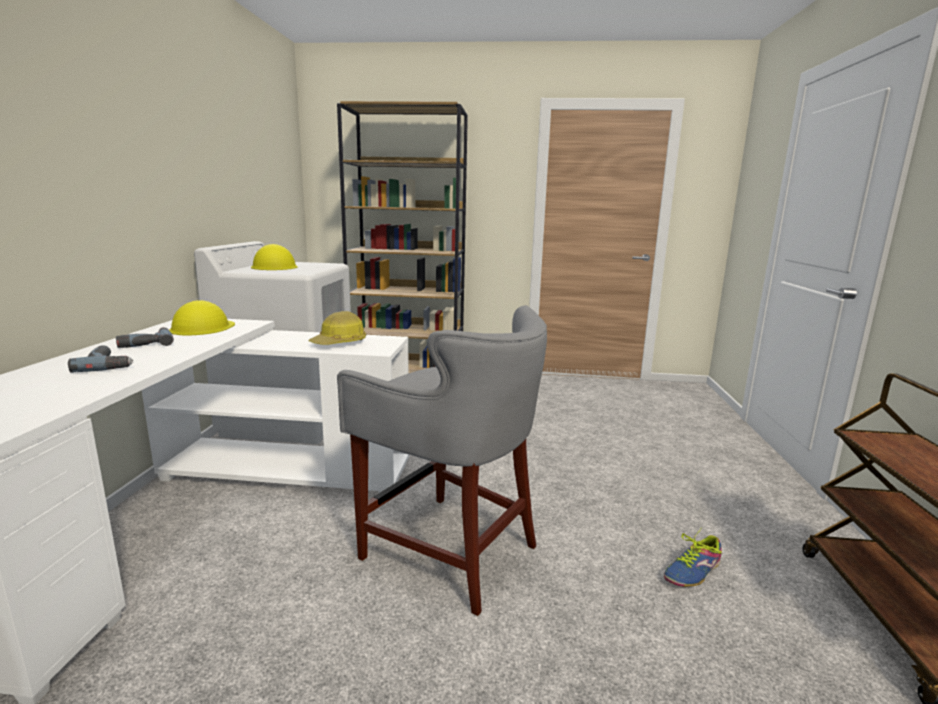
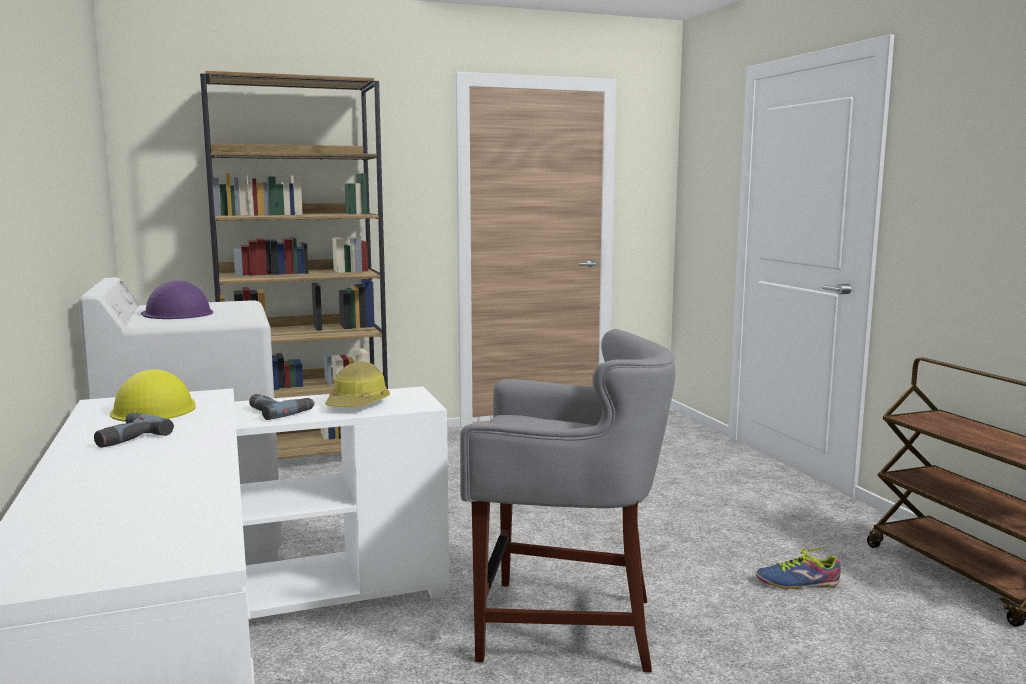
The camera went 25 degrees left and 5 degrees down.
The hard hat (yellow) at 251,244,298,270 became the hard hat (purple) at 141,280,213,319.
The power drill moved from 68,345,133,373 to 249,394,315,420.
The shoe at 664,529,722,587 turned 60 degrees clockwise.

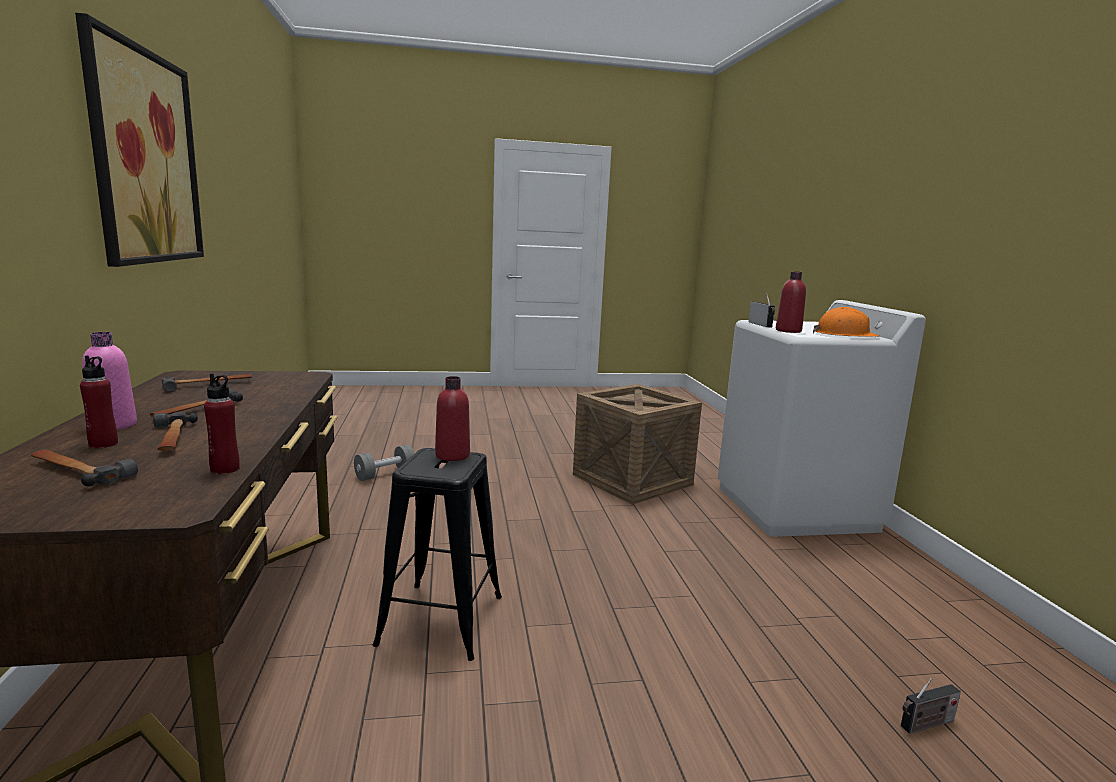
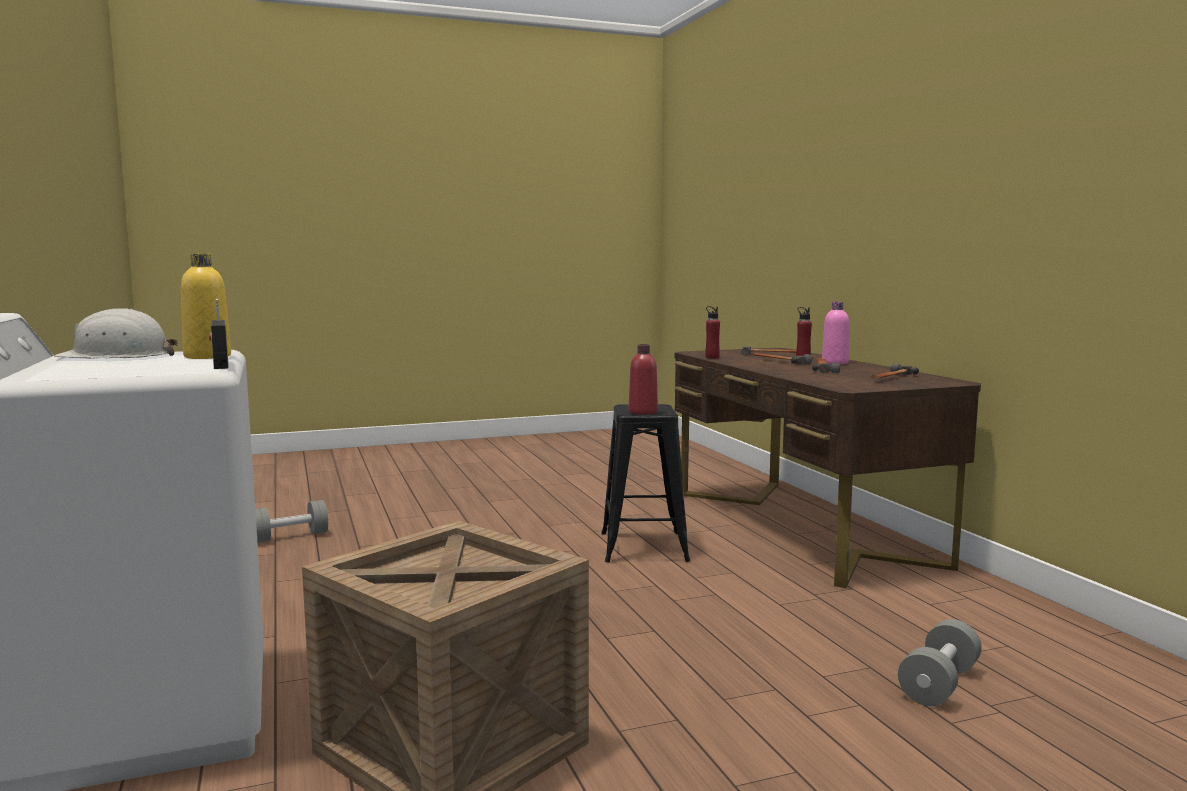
The camera went 170 degrees right and 5 degrees down.
The picture at 75,13,204,267 disappeared.
The bottle (red) at 776,271,806,333 became the bottle (yellow) at 181,253,231,359.
The hard hat (orange) at 813,307,880,337 became the hard hat (white) at 54,308,178,359.
The radio at 901,678,961,734 was replaced by the dumbbell (grey) at 255,500,328,543.

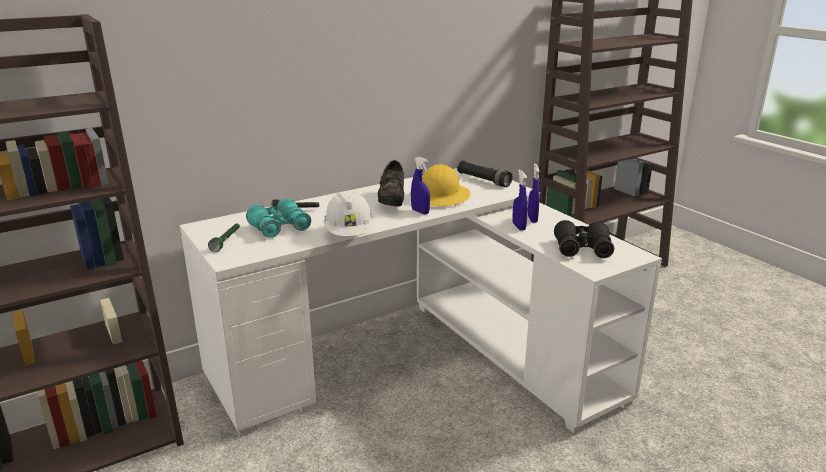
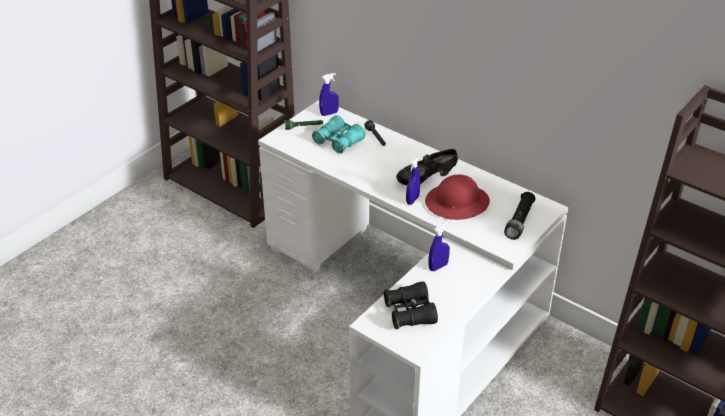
The camera went 70 degrees right and 15 degrees up.
The hard hat (yellow) at 410,164,470,206 became the hard hat (red) at 425,174,490,220.
The spray bottle (blue) moved from 528,164,540,223 to 319,73,339,116.
The hard hat (white) at 323,191,374,236 disappeared.

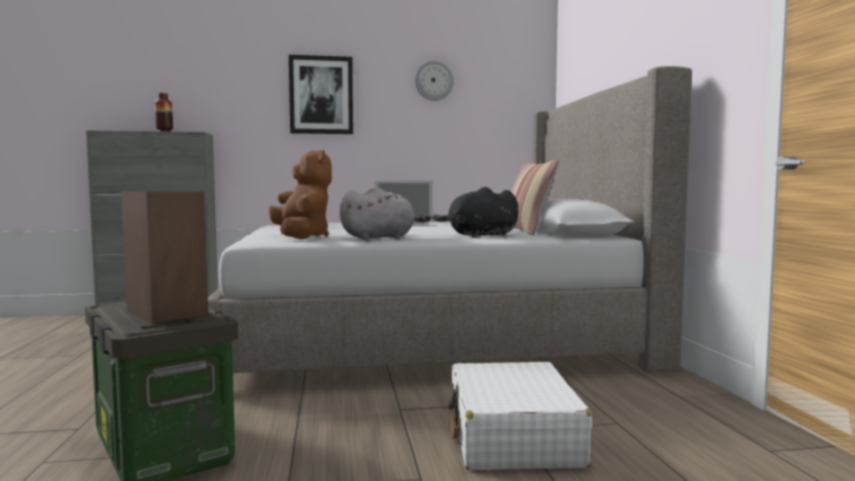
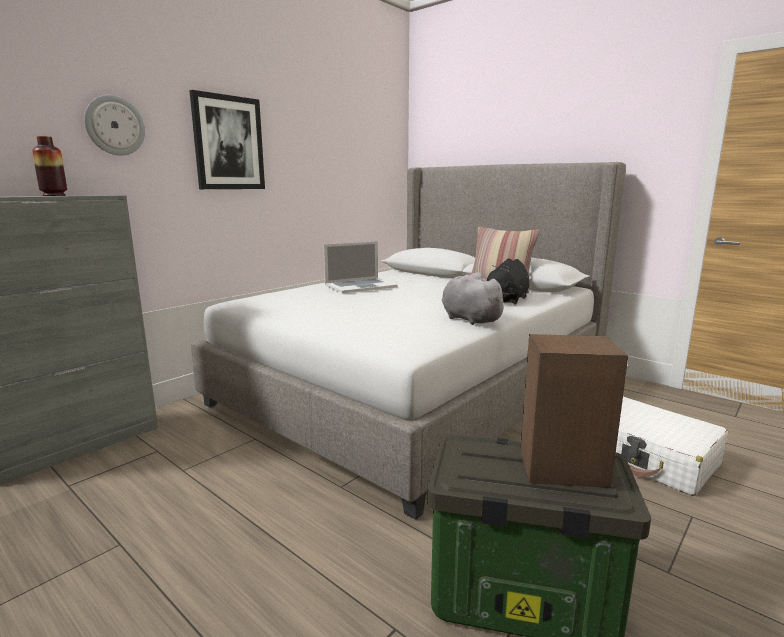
The camera went 40 degrees left and 10 degrees up.
The wall clock moved from 415,60,454,101 to 84,95,145,156.
The plush toy (brown) at 269,150,332,239 disappeared.
The plush toy (grey) at 339,187,431,240 turned 60 degrees counterclockwise.

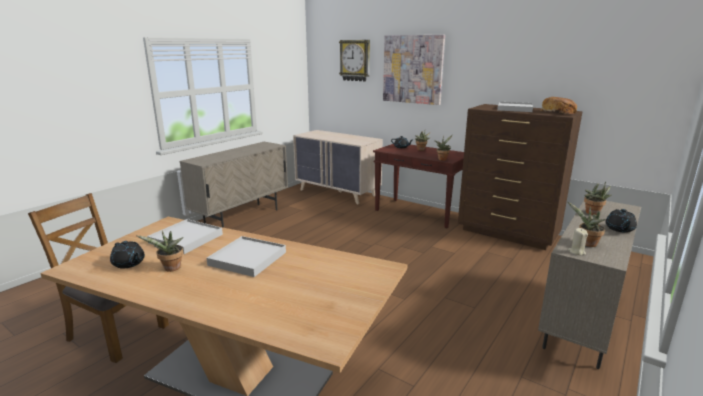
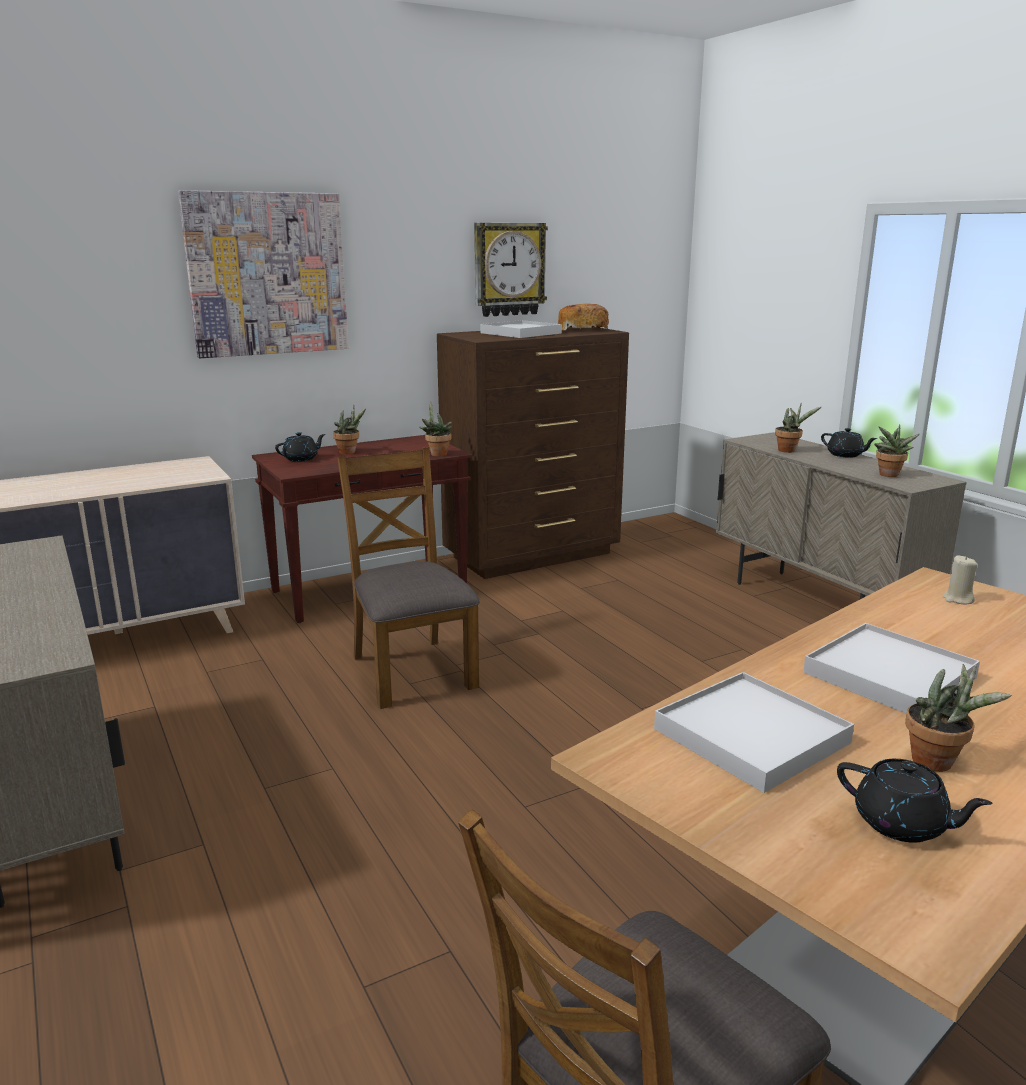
The camera went 65 degrees left and 0 degrees up.
The wall clock moved from 339,40,370,82 to 474,223,548,317.
The candle (beige) moved from 568,228,588,255 to 943,555,978,604.
The teapot (black) at 110,241,145,268 turned 60 degrees clockwise.
The chair (brown) at 337,447,480,709 appeared.

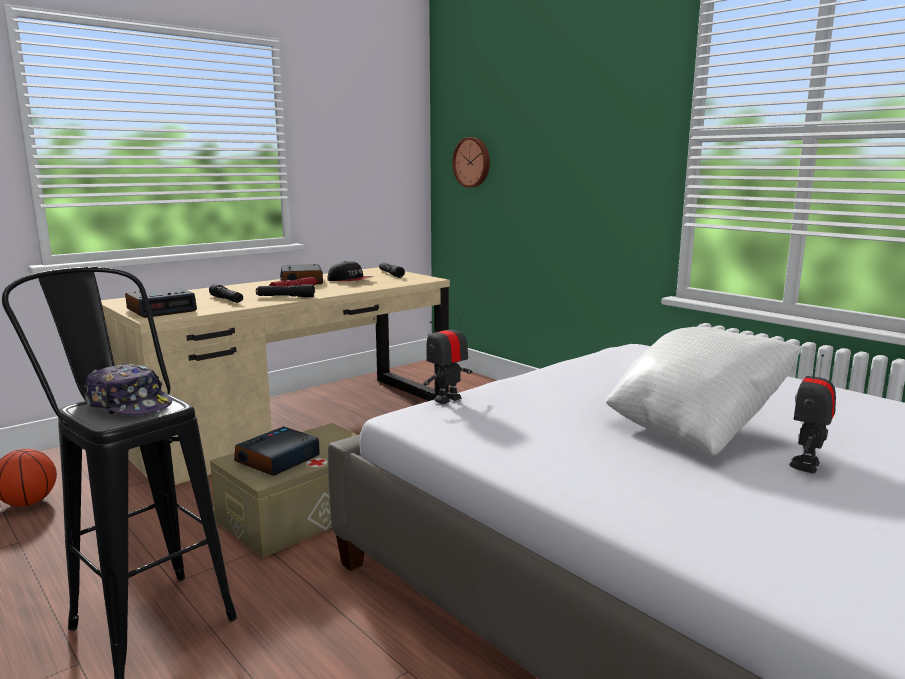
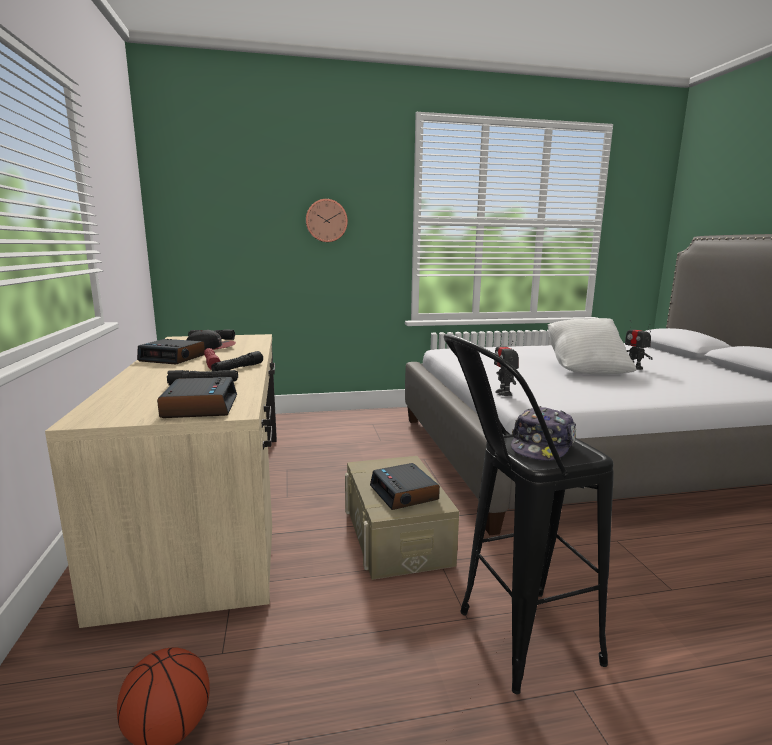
The camera went 60 degrees left and 0 degrees up.
The wall clock moved from 452,137,490,188 to 306,199,348,242.
The cap at 84,363,172,415 turned 150 degrees clockwise.

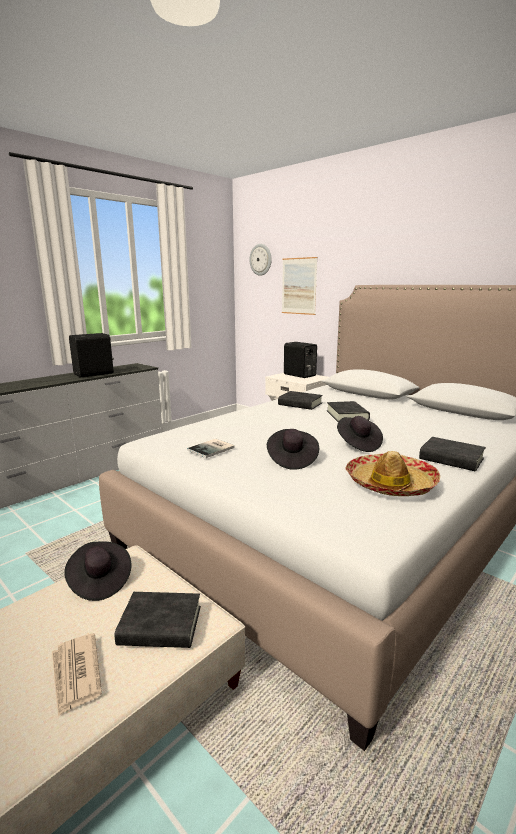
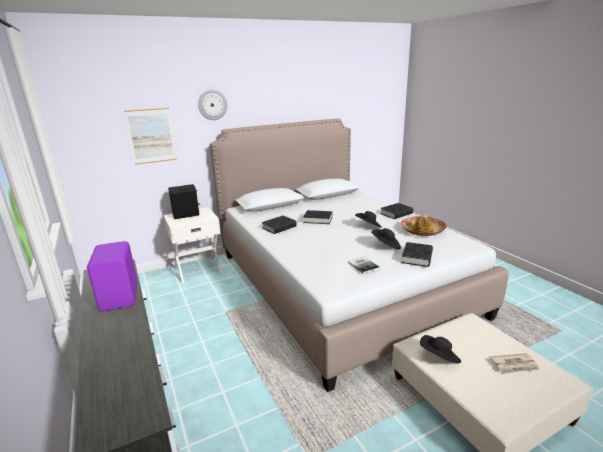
The camera went 70 degrees left and 5 degrees up.
The wall clock moved from 249,244,272,276 to 198,89,227,120.
The speaker (black) at 69,333,114,377 became the speaker (purple) at 87,241,138,312.
The book (black) moved from 115,592,201,648 to 401,242,433,267.

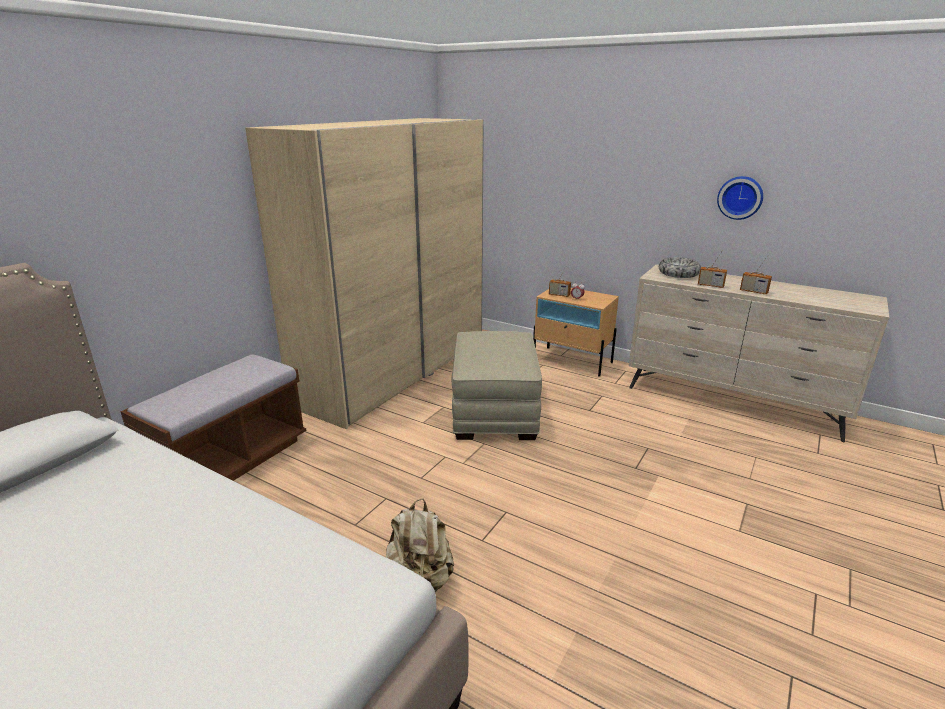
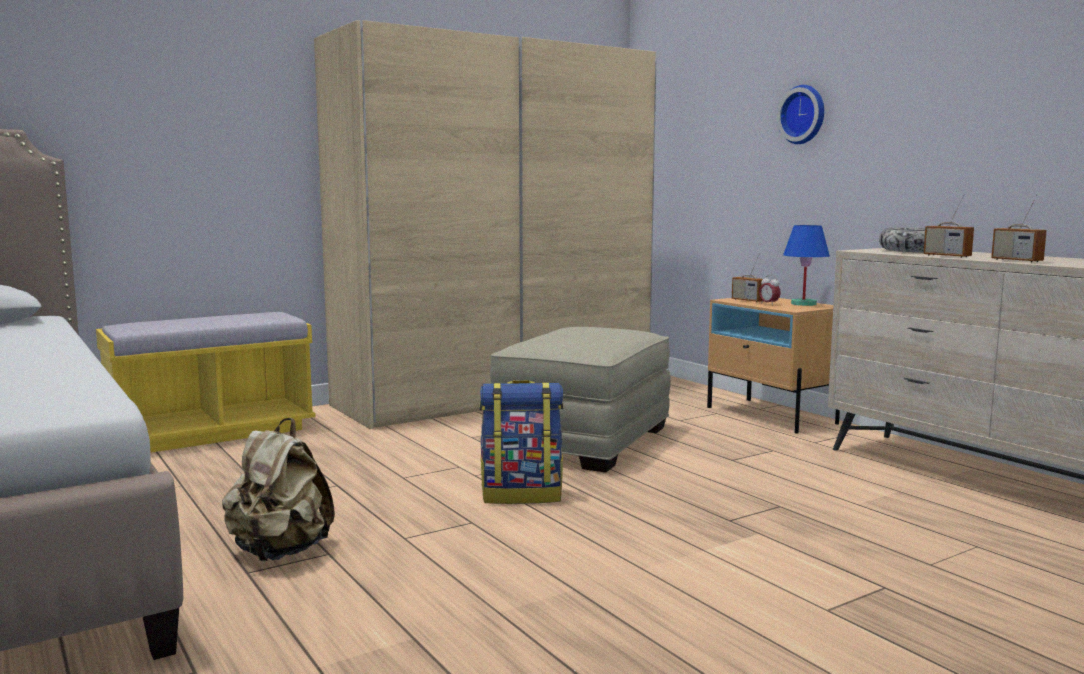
The camera went 25 degrees right and 15 degrees down.
The wall clock moved from 717,176,763,220 to 777,85,824,144.
The bench (brown) at 120,354,307,481 became the bench (yellow) at 96,312,316,453.
The table lamp (blue) at 783,225,830,306 appeared.
The backpack at 479,380,563,504 appeared.

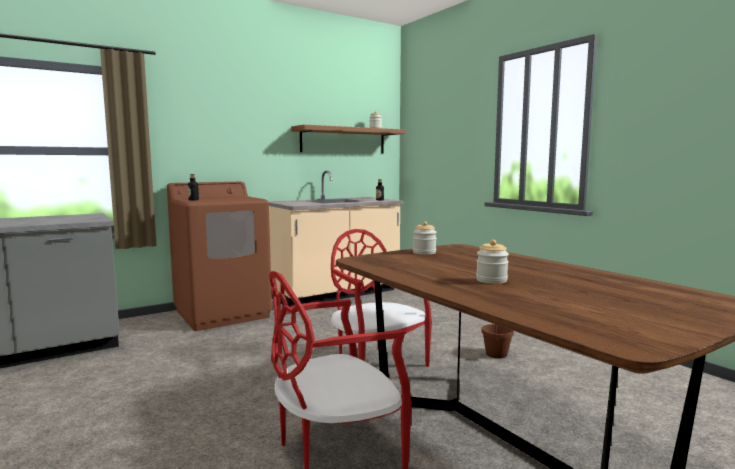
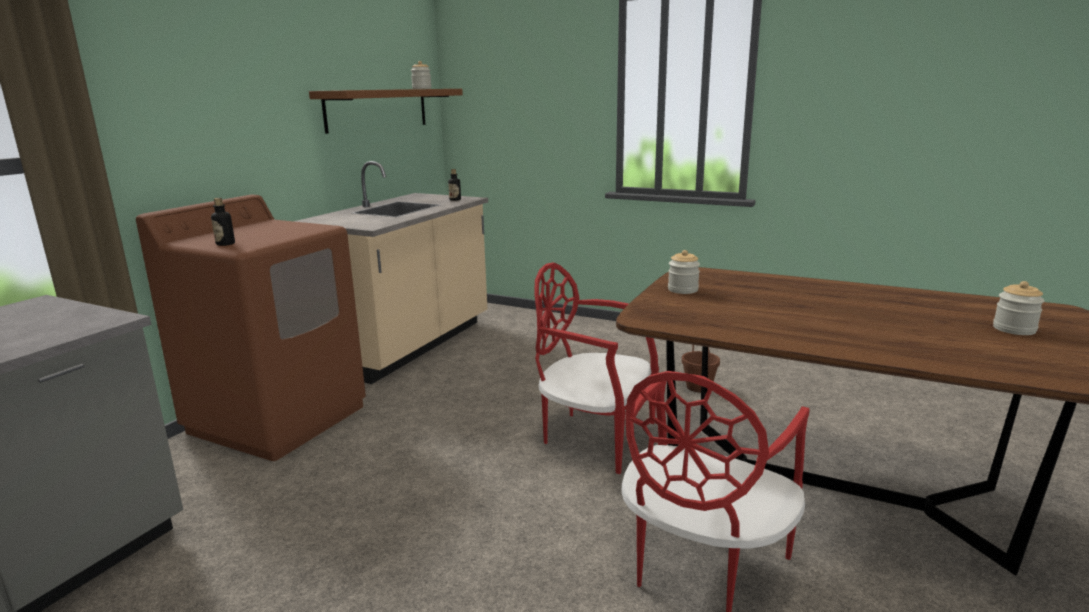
The camera went 30 degrees left and 10 degrees up.
The jar moved from 476,240,509,284 to 993,281,1044,335.

